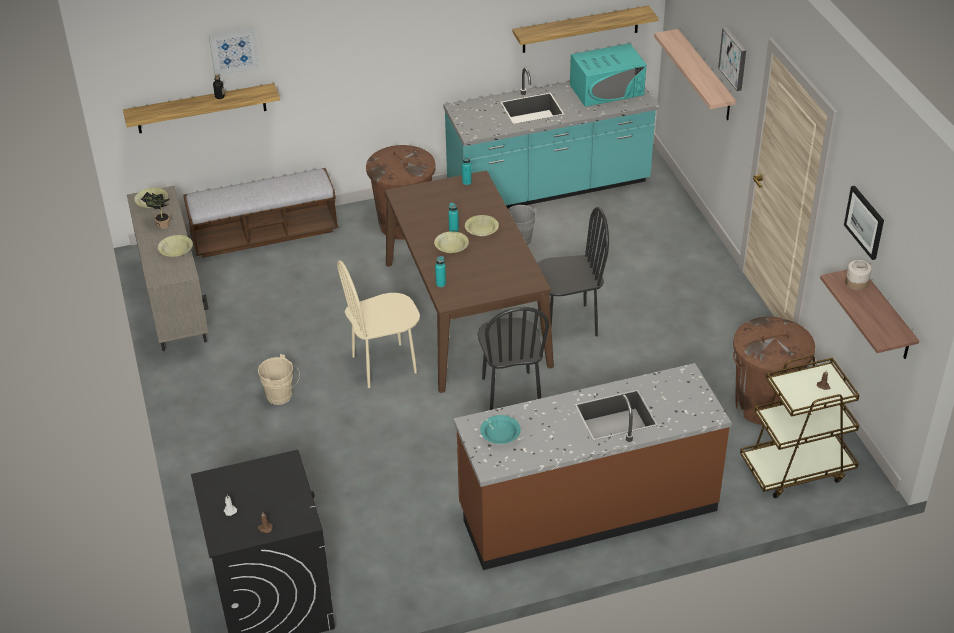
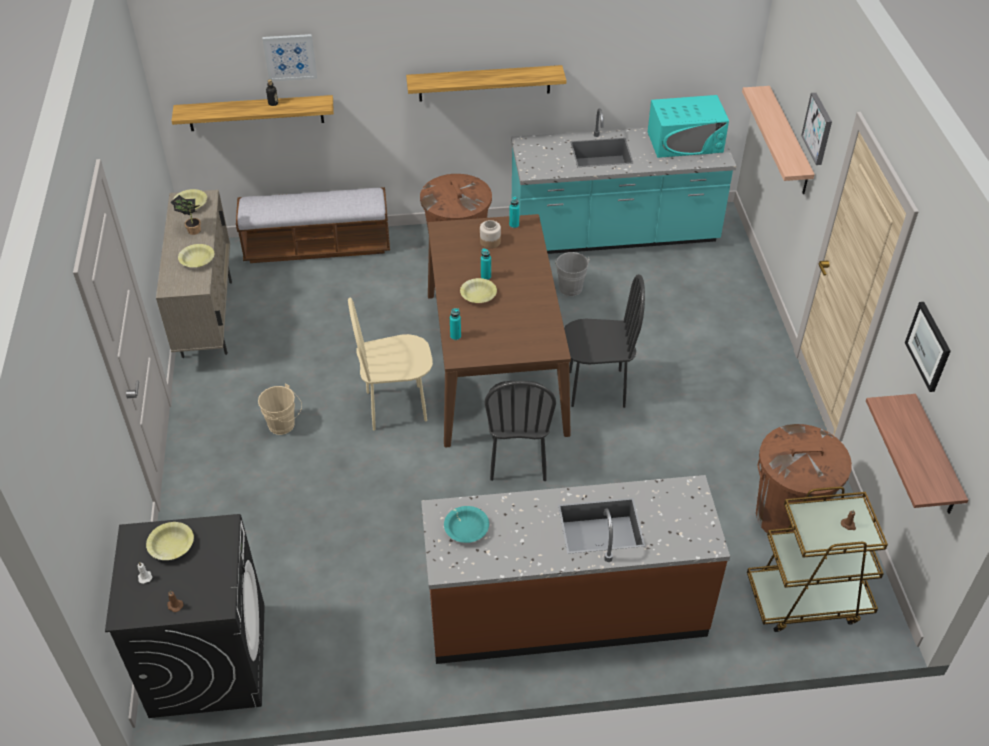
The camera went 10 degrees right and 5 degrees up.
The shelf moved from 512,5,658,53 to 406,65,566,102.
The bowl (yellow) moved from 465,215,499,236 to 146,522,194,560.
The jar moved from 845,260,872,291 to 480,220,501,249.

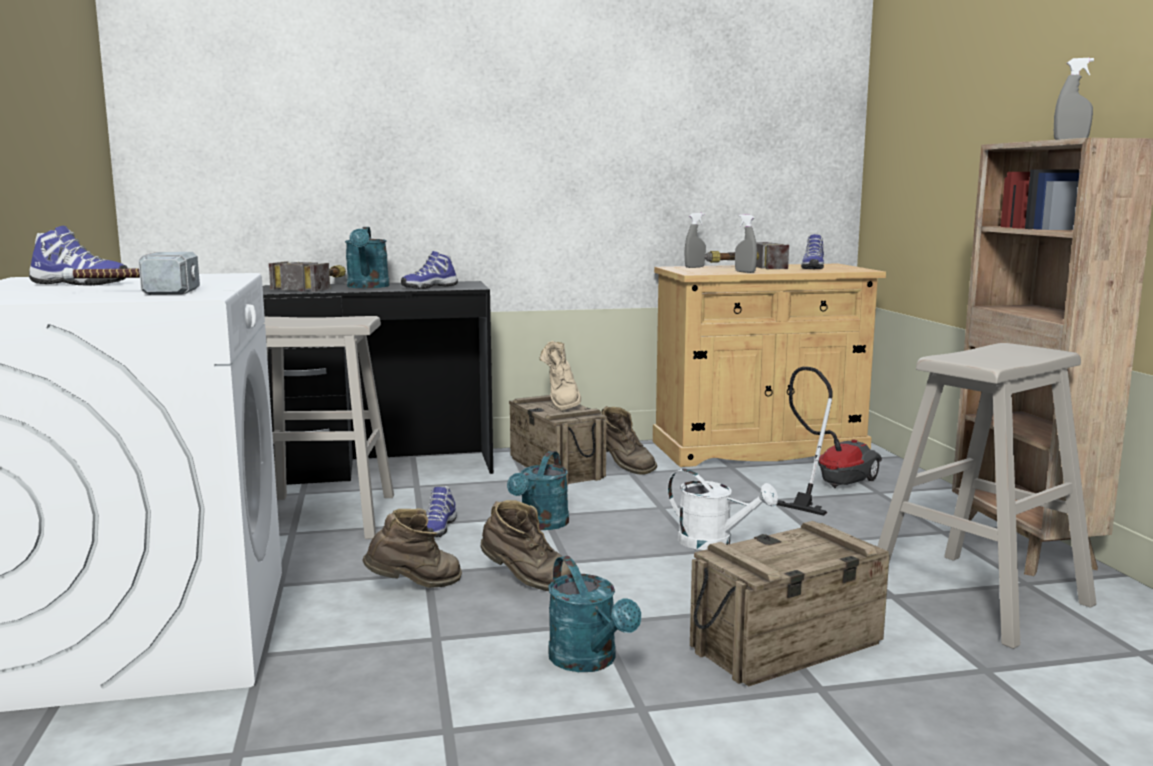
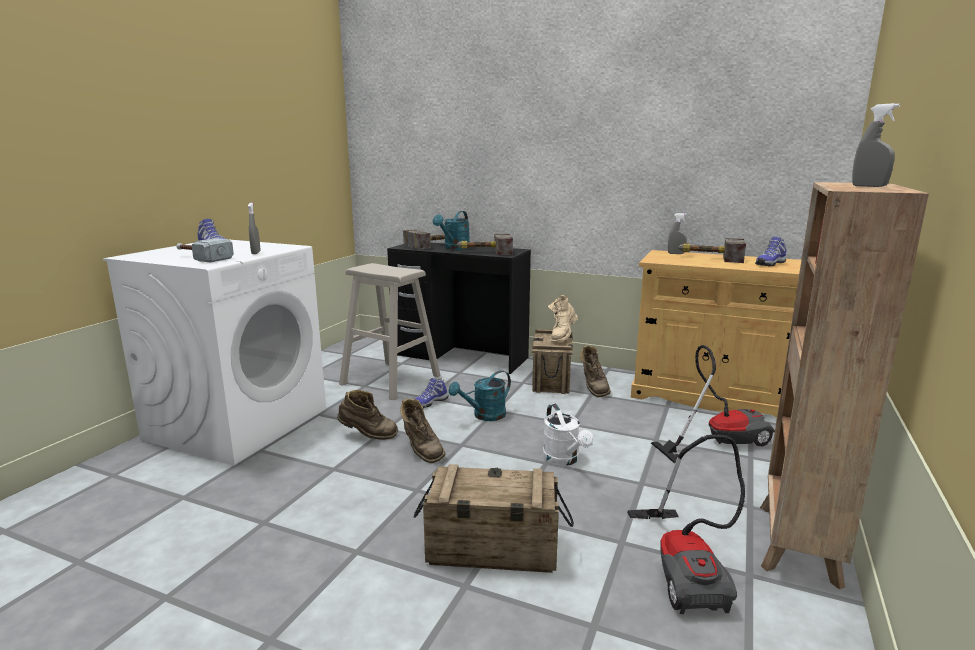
The camera went 35 degrees right and 5 degrees up.
The spray bottle (grey) moved from 735,214,757,273 to 248,202,261,254.
The shoe at 401,251,458,289 was replaced by the hammer at 457,234,513,255.
The stool (beige) at 877,343,1096,649 was replaced by the vacuum cleaner at 627,435,745,614.
The watering can (turquoise) at 548,556,641,672 disappeared.

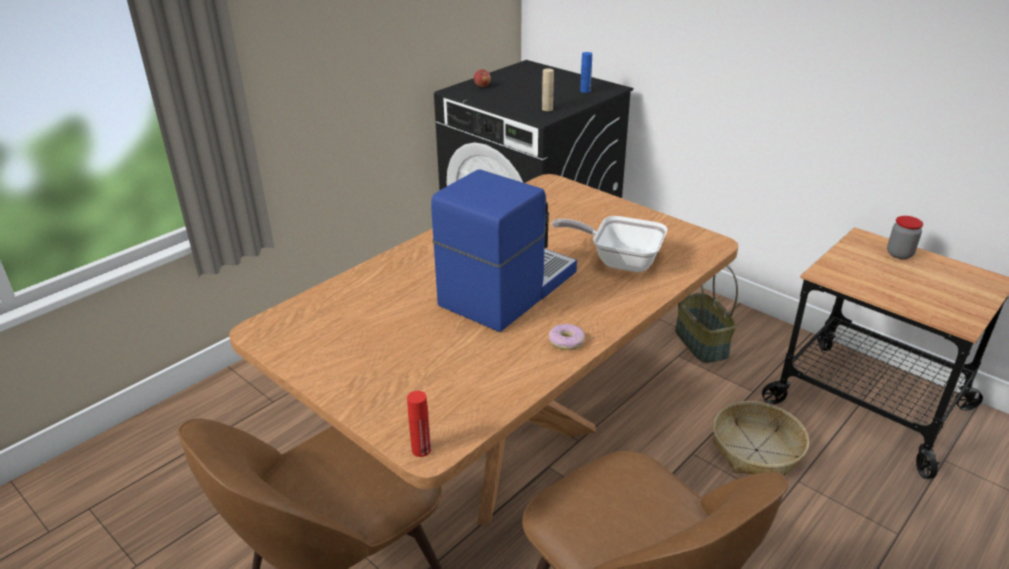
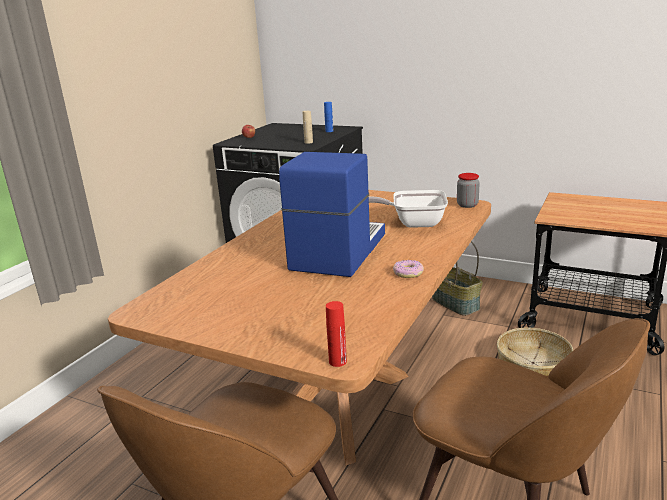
The camera went 15 degrees left and 10 degrees down.
The jar moved from 887,216,923,259 to 457,173,480,208.

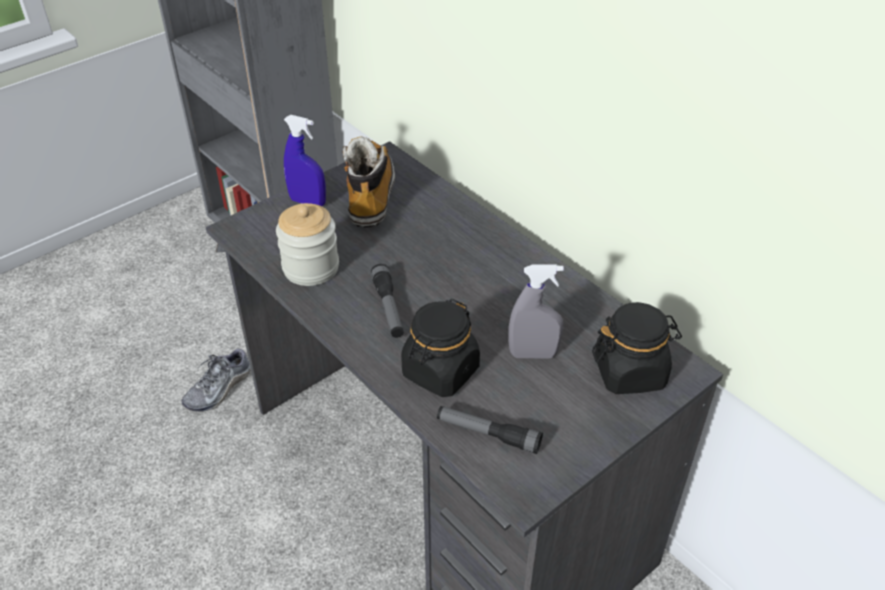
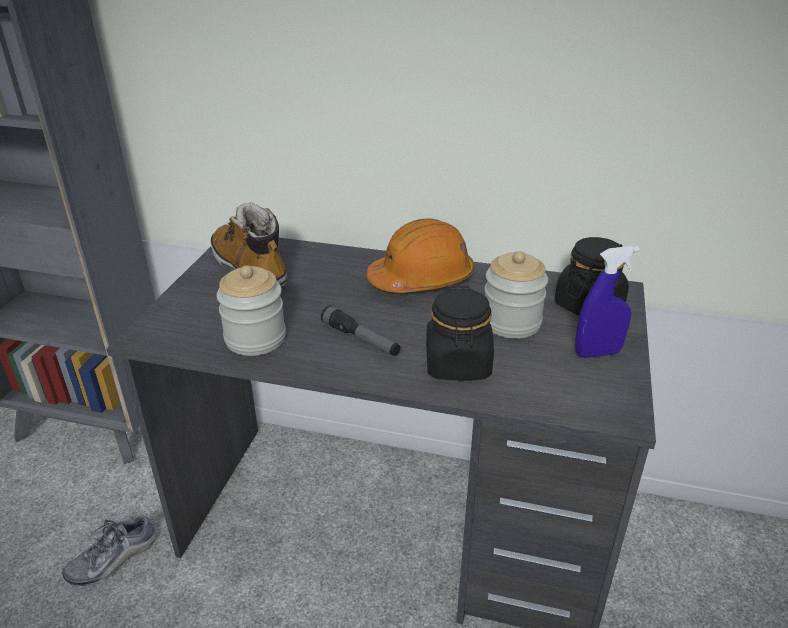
The camera went 35 degrees left and 10 degrees down.
The spray bottle (blue) moved from 284,115,326,206 to 575,246,640,358.
The spray bottle (grey) at 508,265,564,359 was replaced by the jar at 485,251,548,339.
The shoe at 181,347,251,412 turned 45 degrees clockwise.
The flashlight at 437,406,543,454 disappeared.
The hard hat (orange) at 367,218,475,293 appeared.

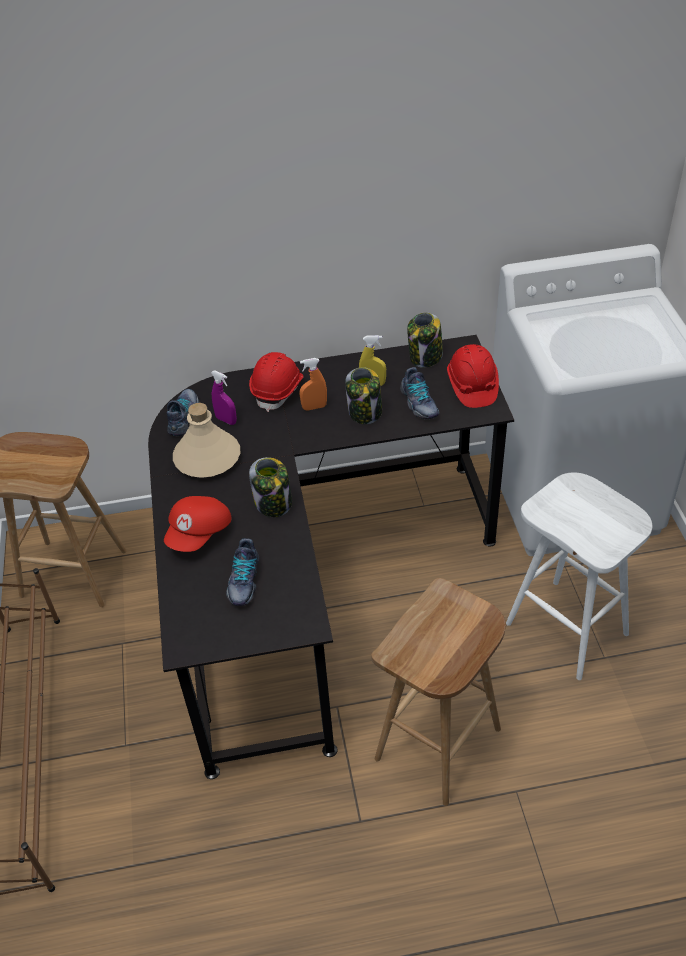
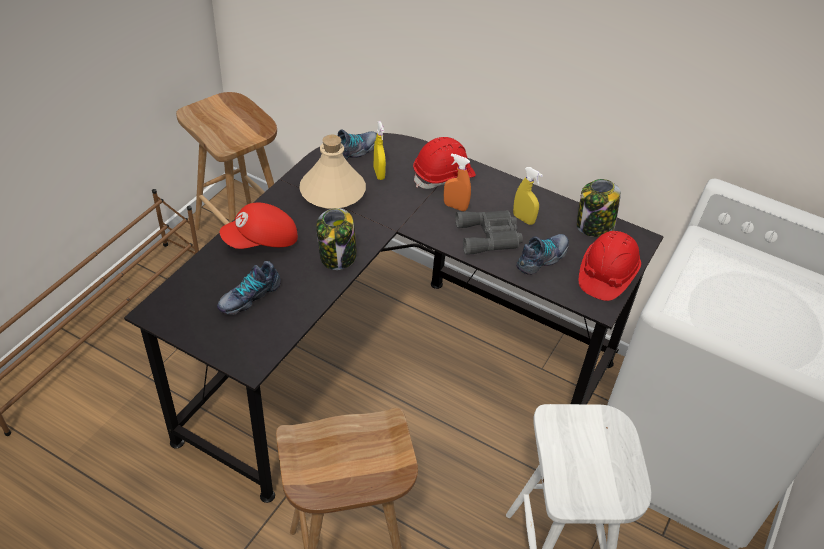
The camera went 35 degrees right and 0 degrees up.
The jar at 345,367,382,424 was replaced by the binoculars (grey) at 455,210,523,255.
The shoe at 400,367,440,420 turned 150 degrees counterclockwise.
The spray bottle (purple) at 211,370,237,425 became the spray bottle (yellow) at 374,121,386,180.

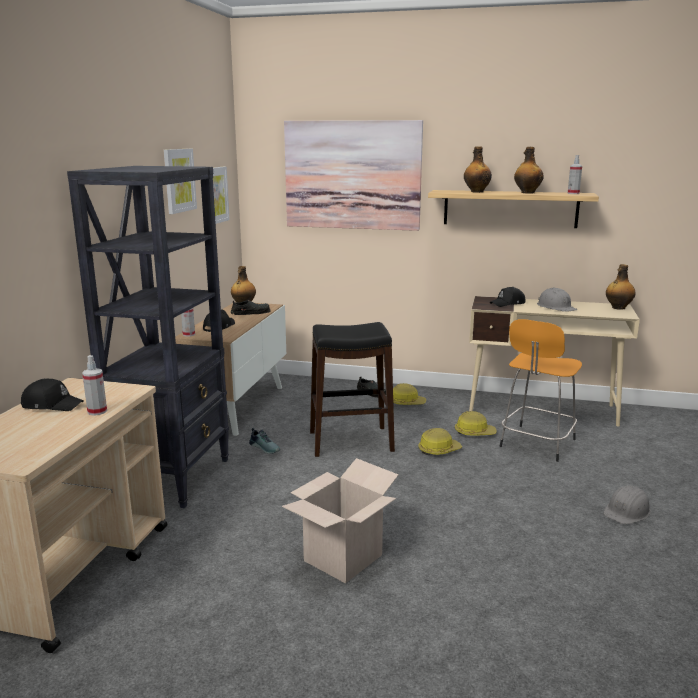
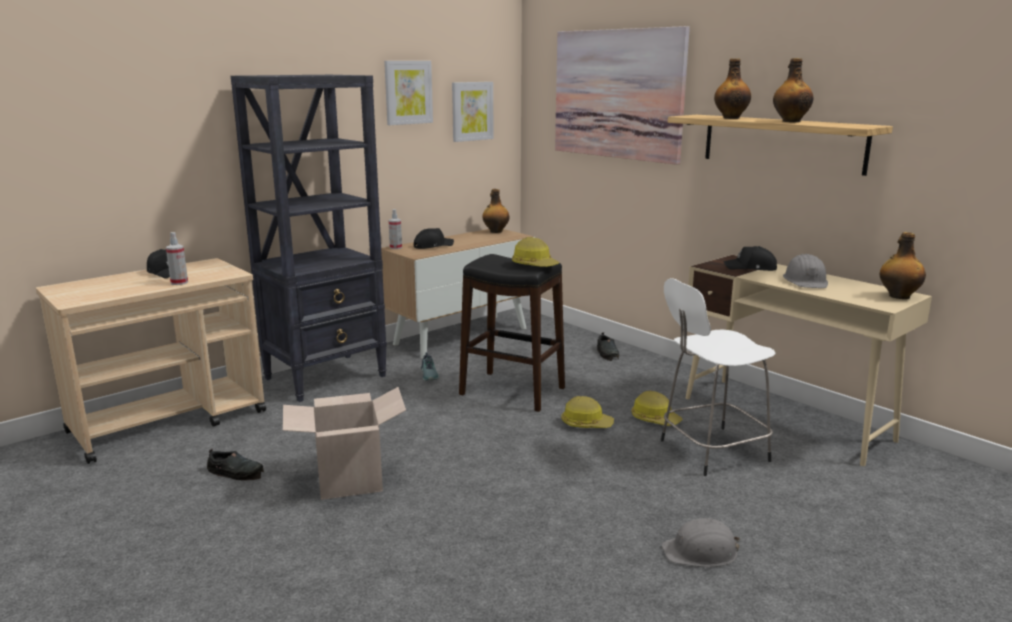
The camera went 35 degrees right and 0 degrees up.
The spray bottle at 568,155,582,194 disappeared.
The shoe (black) moved from 231,300,271,315 to 207,449,264,481.
The stool (orange) at 500,319,582,462 became the stool (white) at 661,278,776,476.
The hard hat moved from 393,383,426,405 to 512,237,559,267.

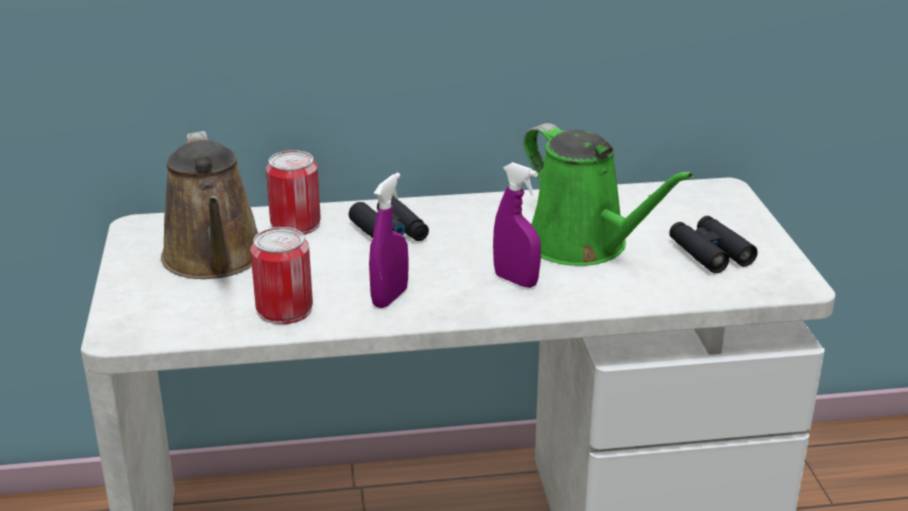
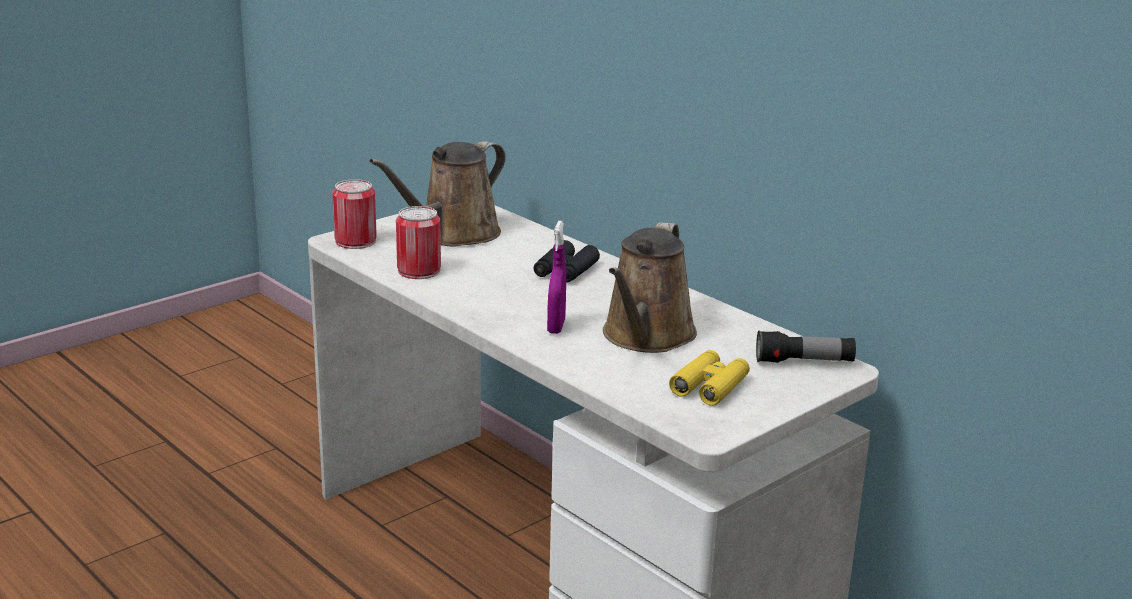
The camera went 55 degrees right and 5 degrees down.
The watering can (green) at 524,123,694,266 became the watering can (brown) at 603,222,697,353.
The can moved from 266,150,321,235 to 332,179,377,249.
The spray bottle (purple) at 369,172,409,308 disappeared.
The binoculars (black) at 669,216,758,273 became the binoculars (yellow) at 669,350,750,406.
The flashlight at 756,331,856,363 appeared.

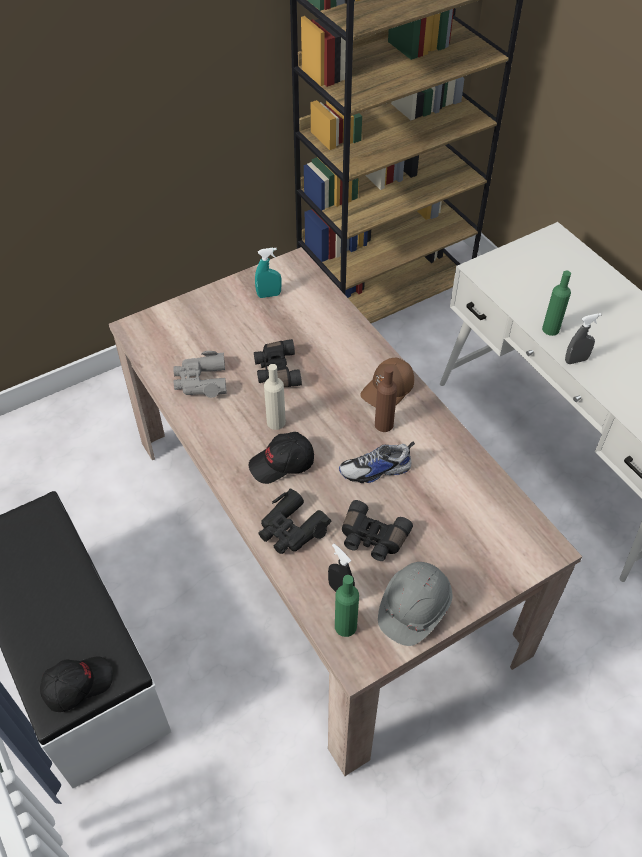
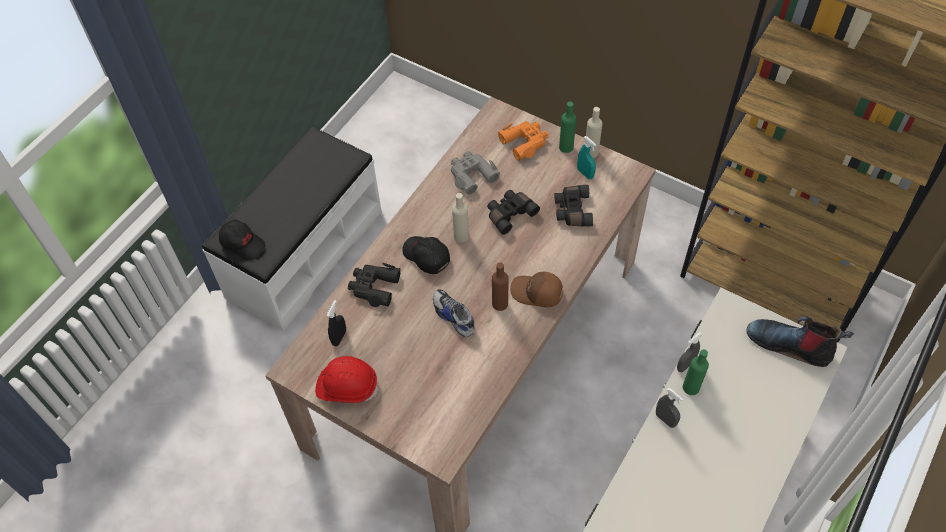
The camera went 65 degrees right and 5 degrees up.
The binoculars (black) moved from 342,500,413,561 to 555,185,593,226.
The hard hat (grey) at 378,562,452,646 became the hard hat (red) at 315,356,379,403.
The bottle (green) moved from 335,575,359,637 to 559,102,576,153.
The bottle (beige) at 586,107,602,158 appeared.
The binoculars (orange) at 498,121,549,161 appeared.
The boot at 747,316,854,367 appeared.
The spray bottle (grey) at 677,332,702,372 appeared.

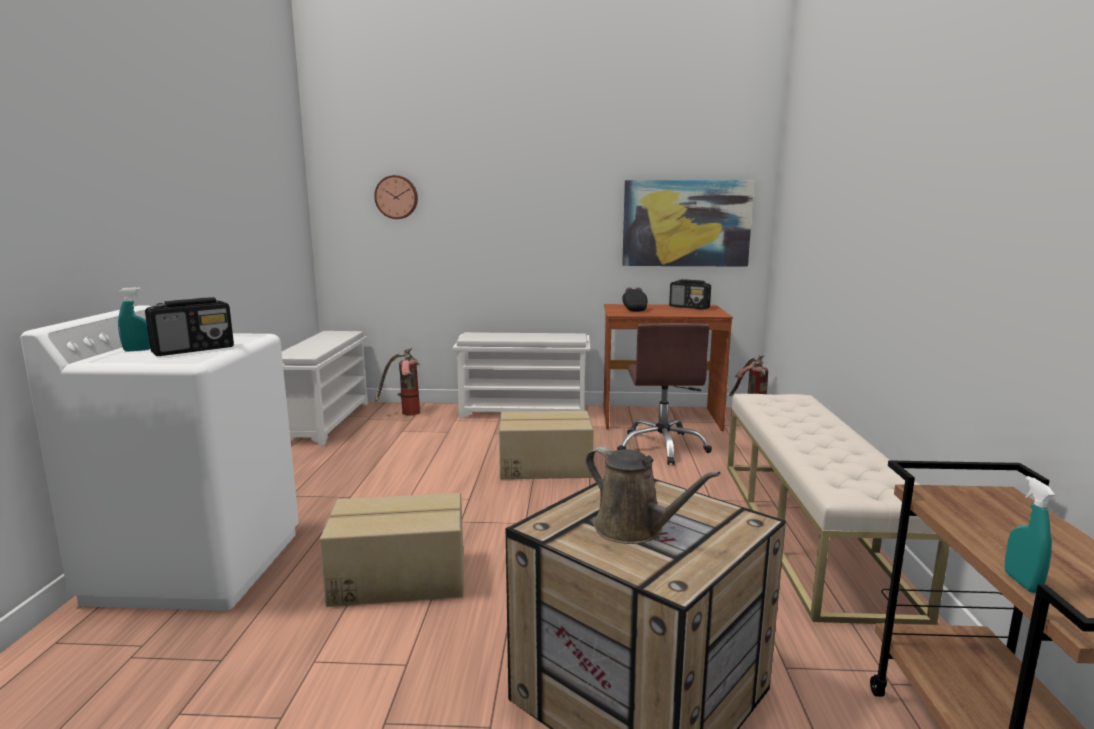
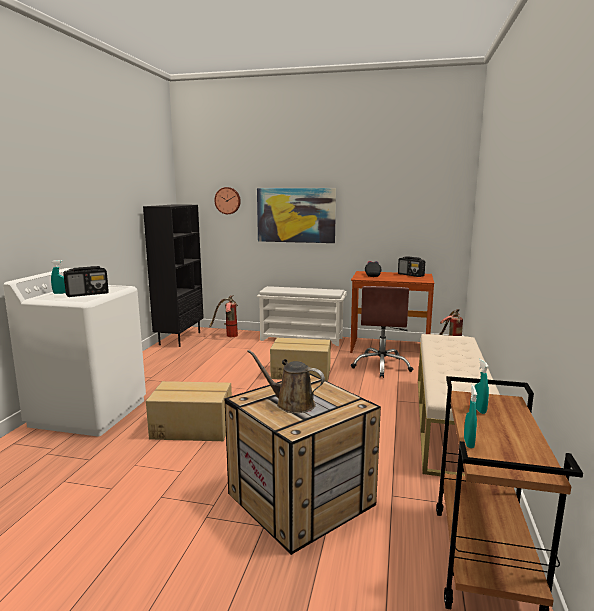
The camera went 10 degrees right and 0 degrees up.
The picture moved from 622,180,754,267 to 257,188,336,243.
The shoe rack (white) at 282,331,368,446 was replaced by the bookcase (black) at 143,204,204,347.
The watering can (brown) at 586,447,721,544 turned 150 degrees clockwise.
The spray bottle (turquoise) at 474,359,489,414 appeared.

